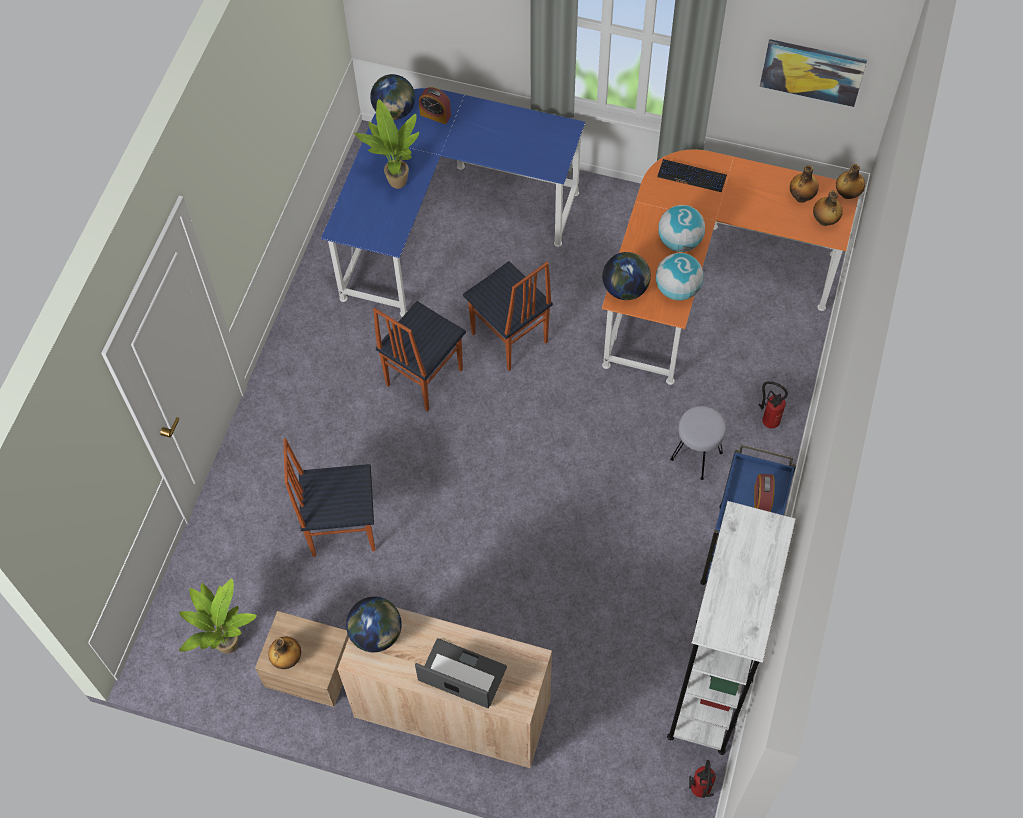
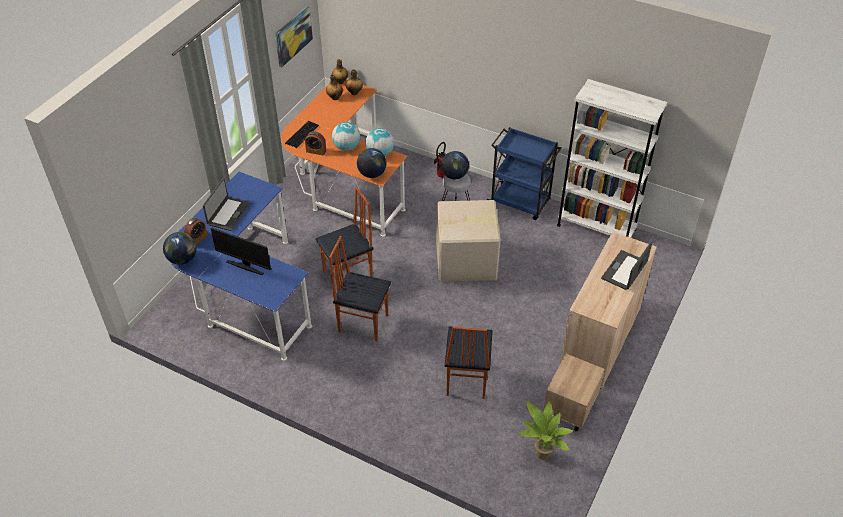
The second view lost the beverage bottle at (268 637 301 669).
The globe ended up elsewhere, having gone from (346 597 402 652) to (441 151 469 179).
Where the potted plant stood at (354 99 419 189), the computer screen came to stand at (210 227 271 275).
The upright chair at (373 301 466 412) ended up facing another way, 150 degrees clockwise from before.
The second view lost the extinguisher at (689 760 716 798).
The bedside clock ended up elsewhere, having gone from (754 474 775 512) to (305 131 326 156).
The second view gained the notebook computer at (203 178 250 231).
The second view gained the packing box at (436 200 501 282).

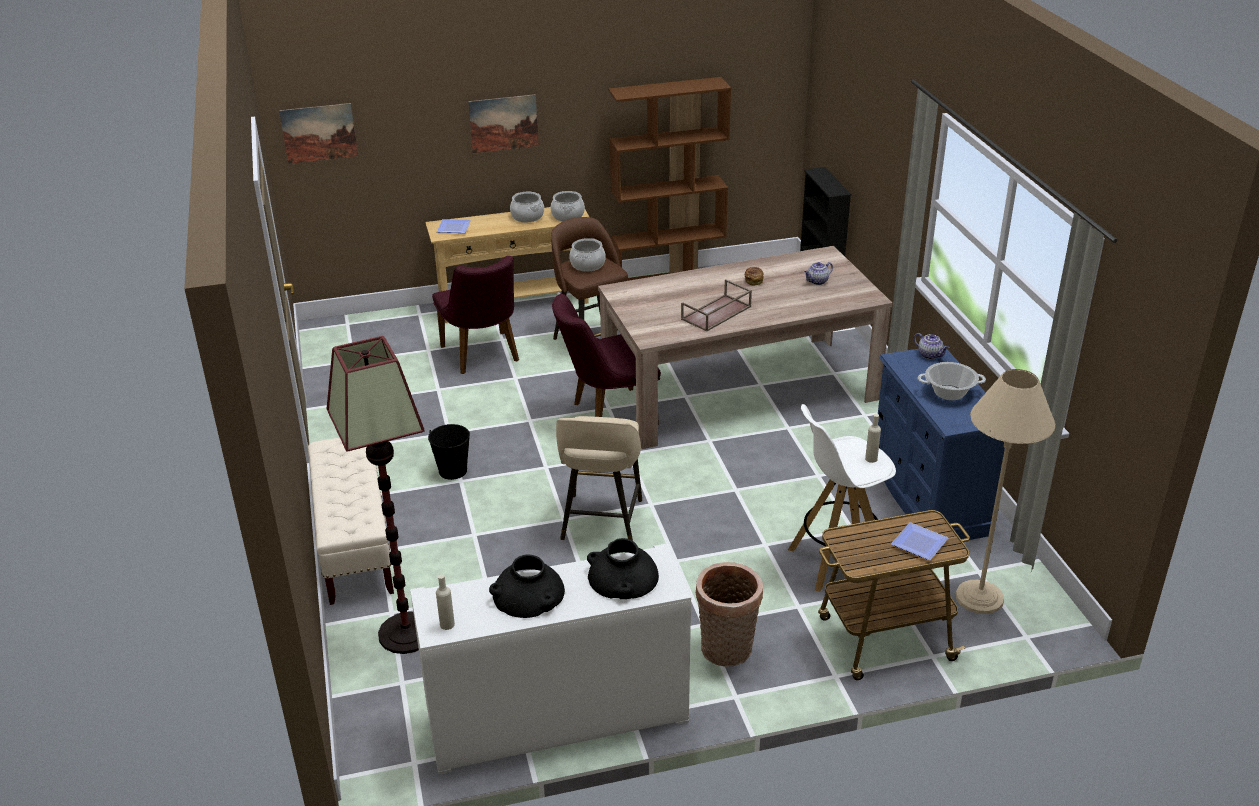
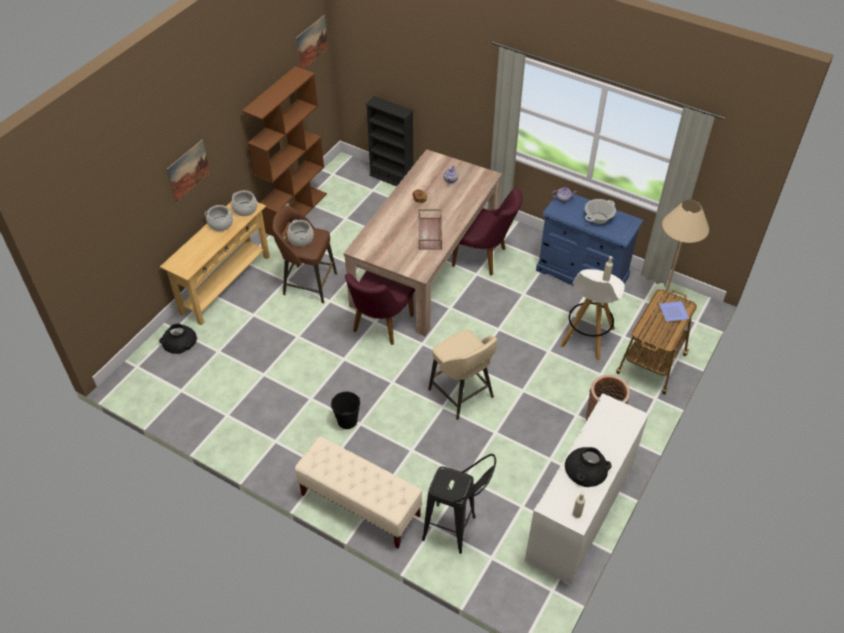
The picture ended up elsewhere, having gone from (279 103 358 164) to (296 15 328 69).
Where the floor lamp stood at (327 336 425 654), the black stool seat came to stand at (422 454 496 554).
The purple-coloured upright chair ended up elsewhere, having gone from (432 256 519 374) to (452 188 523 275).
The second view lost the dinner plate at (437 219 471 233).
The black vase ended up elsewhere, having gone from (587 538 659 599) to (159 323 197 354).

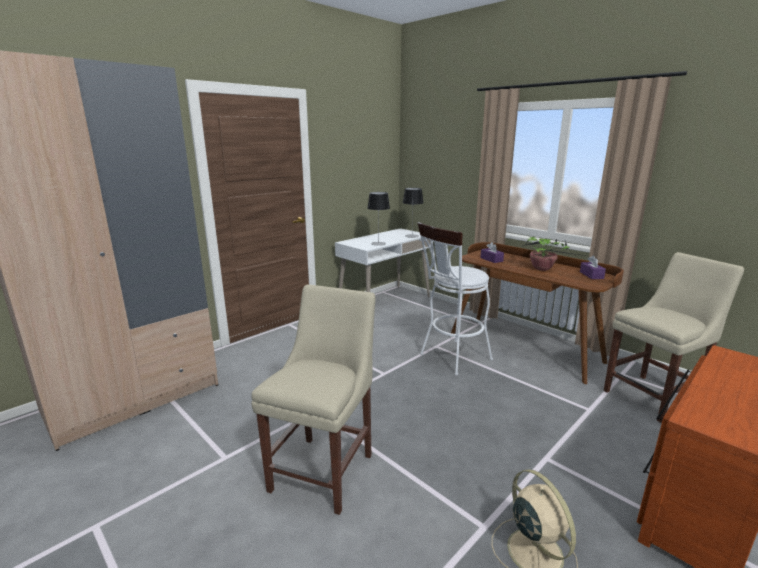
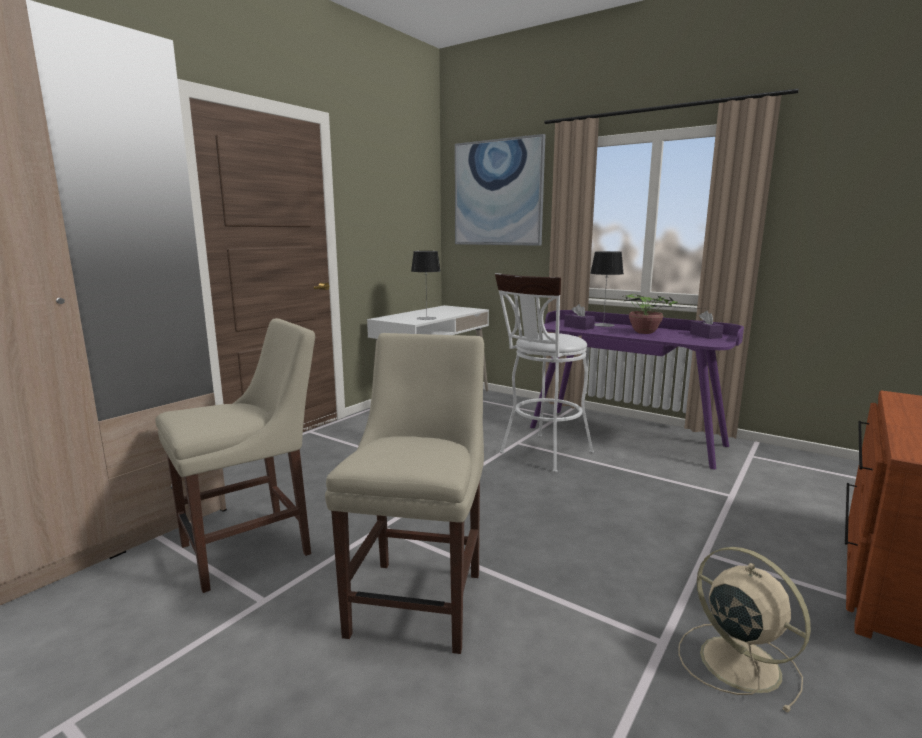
The lamp for a table ended up elsewhere, having gone from (403 188 423 238) to (590 251 623 327).
What was the brown desk table at (451 242 624 384) turned into the purple-coloured desk table at (530 310 744 469).
The sand-coloured upright chair ended up elsewhere, having gone from (604 252 744 423) to (156 318 315 593).
The second view gained the picture at (455 134 545 246).

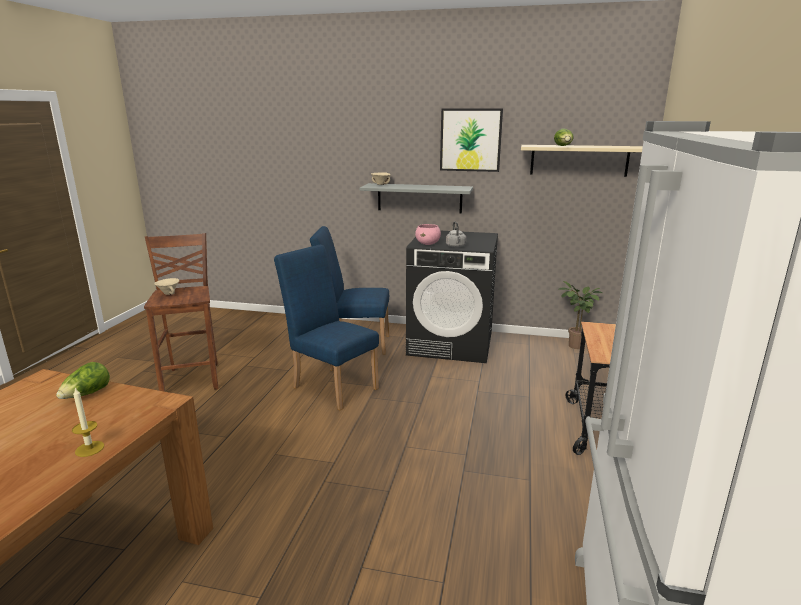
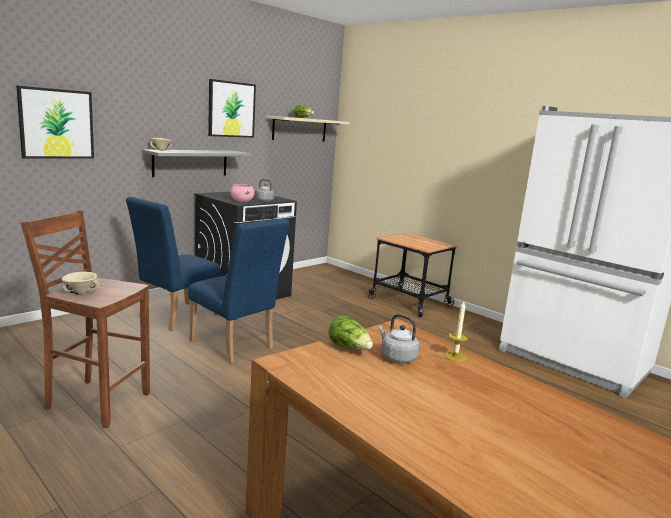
The bluish upright chair at (274 245 379 410) ended up facing another way, 120 degrees counterclockwise from before.
The second view lost the potted plant at (558 281 602 349).
The second view gained the picture at (16 86 94 159).
The second view gained the gray tea kettle at (378 314 419 363).

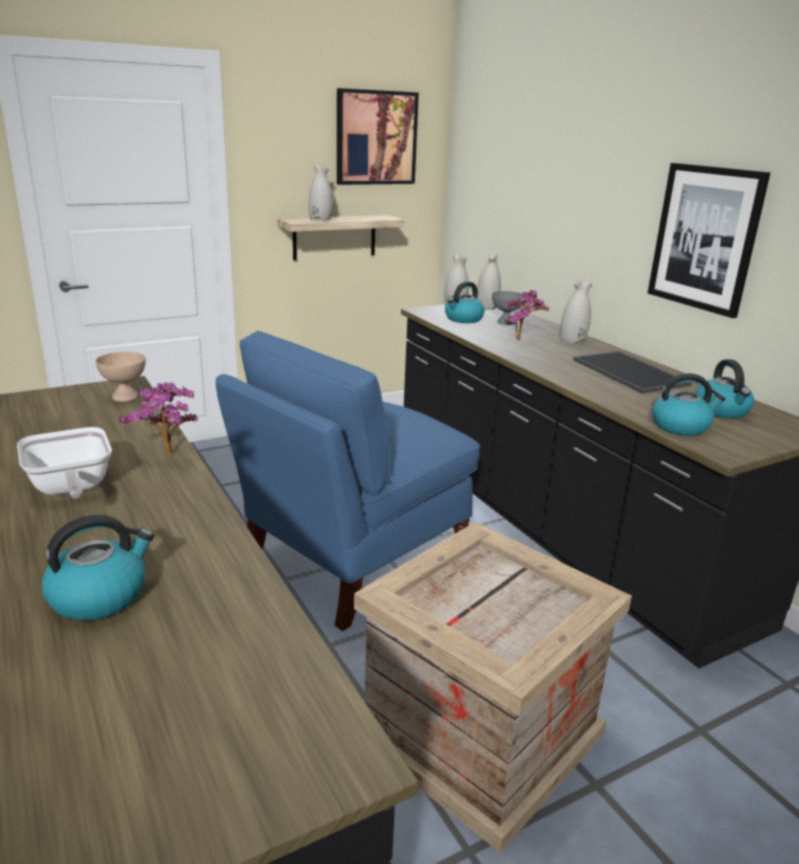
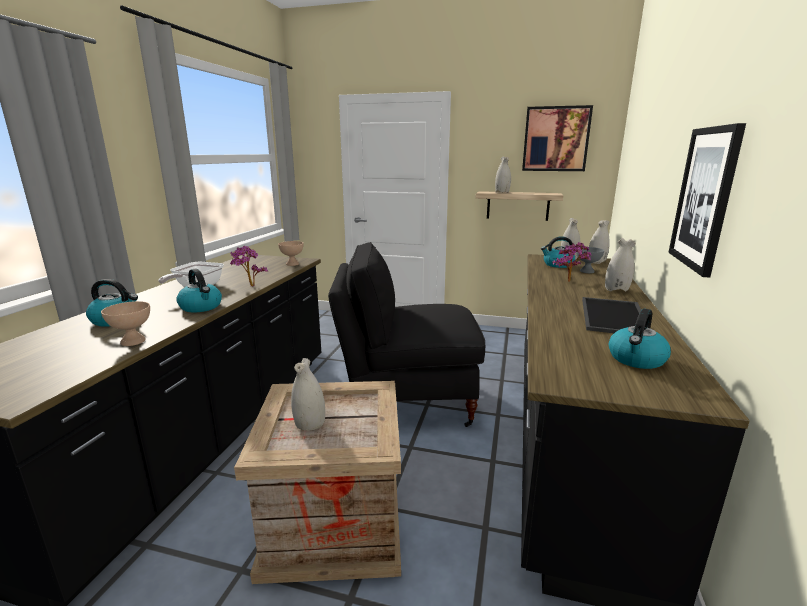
What was the bluish upright chair at (216 331 480 631) turned into the black upright chair at (328 242 485 427).
The tea kettle ended up elsewhere, having gone from (652 373 726 436) to (176 269 222 313).
The second view gained the sand-coloured bowl at (101 301 150 346).
The second view gained the white-coloured vase at (291 358 325 431).

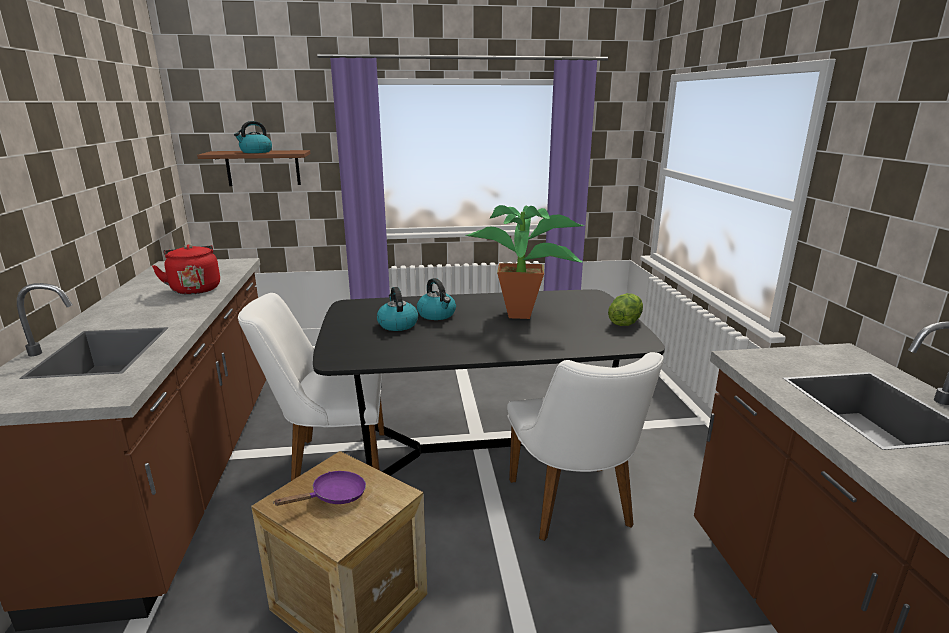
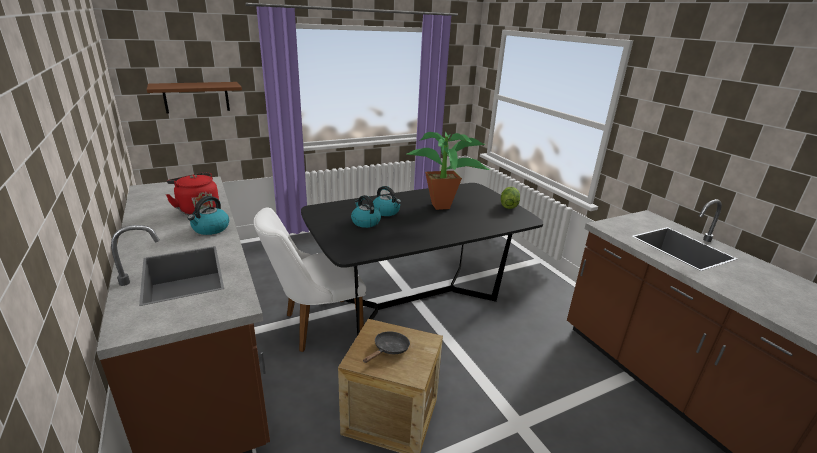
The tea kettle ended up elsewhere, having gone from (234 121 272 153) to (187 196 229 235).
What was the purple-coloured skillet at (274 471 366 506) turned into the black skillet at (363 331 410 363).
The second view lost the white-coloured upright chair at (507 352 664 541).

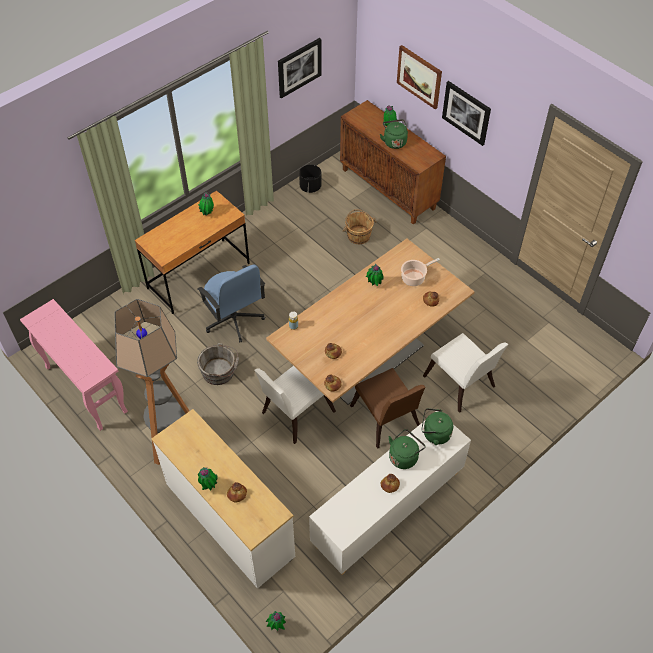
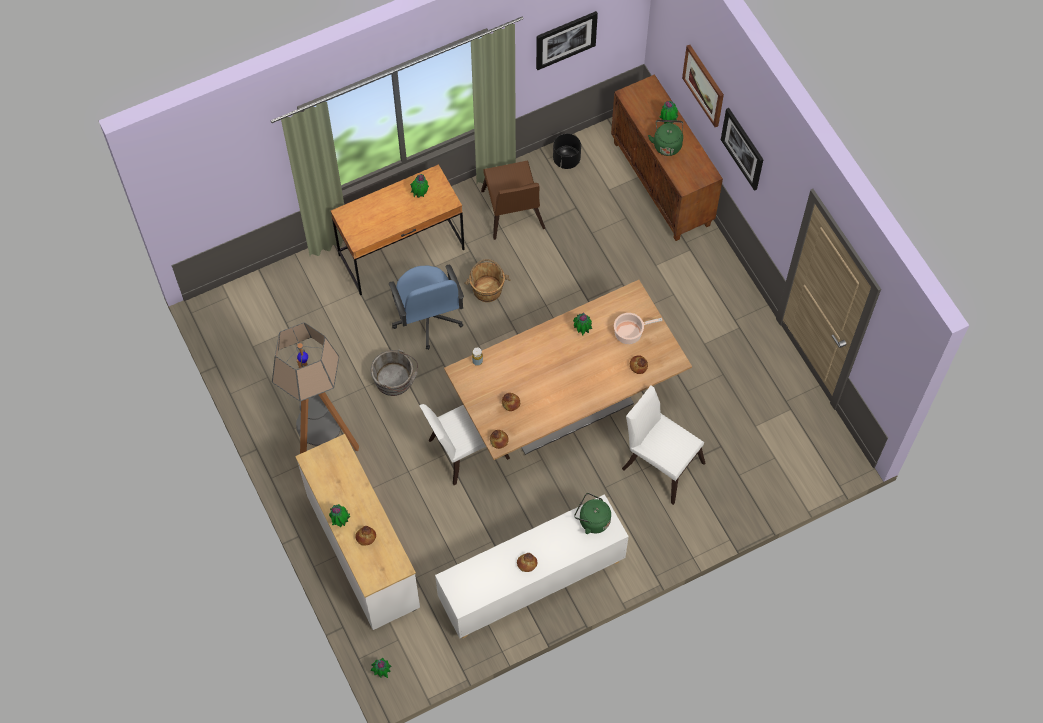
The second view lost the pink-coloured hall table at (20 299 128 431).
The brown bucket ended up elsewhere, having gone from (342 209 377 244) to (464 259 510 302).
The brown upright chair ended up elsewhere, having gone from (350 368 425 449) to (481 161 545 240).
The second view lost the greenish tea kettle at (389 429 426 469).
The white-coloured upright chair at (423 333 508 413) ended up facing another way, 150 degrees clockwise from before.

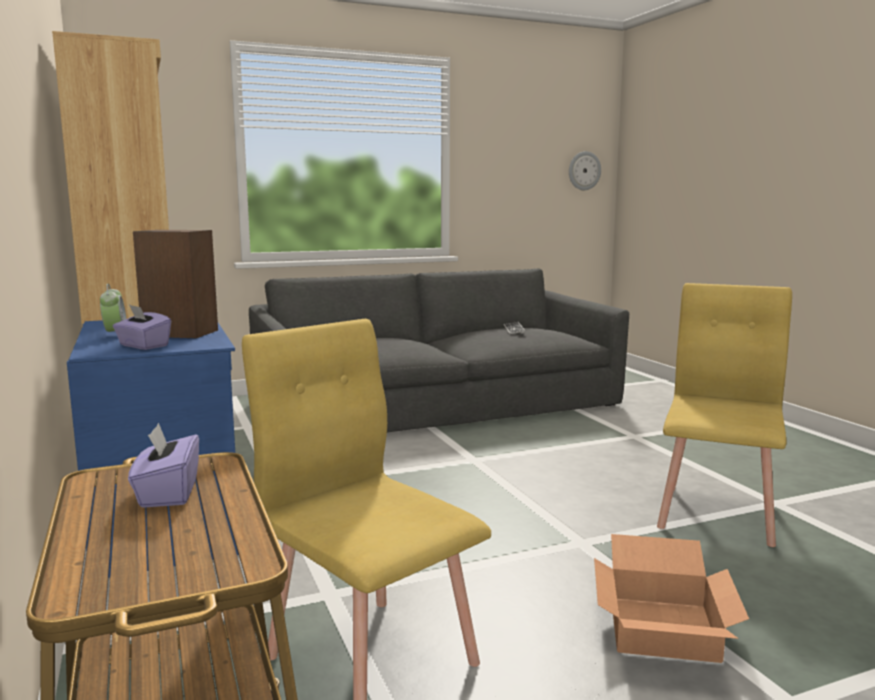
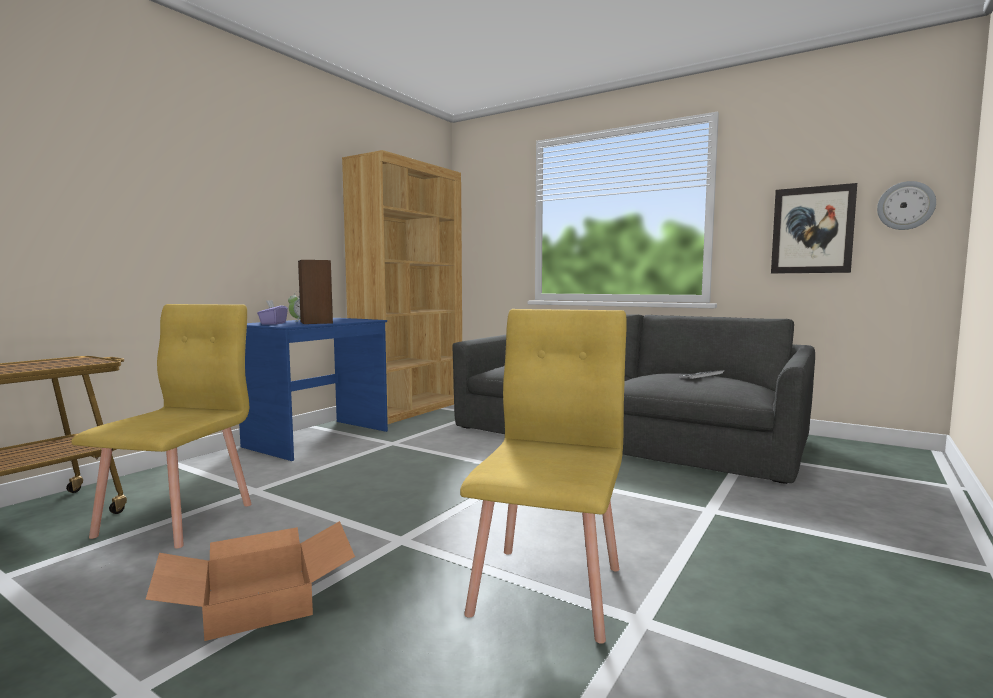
The second view lost the purple-coloured tissue box at (128 423 199 508).
The yellow-coloured upright chair at (657 283 792 547) ended up facing another way, 60 degrees counterclockwise from before.
The second view gained the picture at (771 183 857 274).

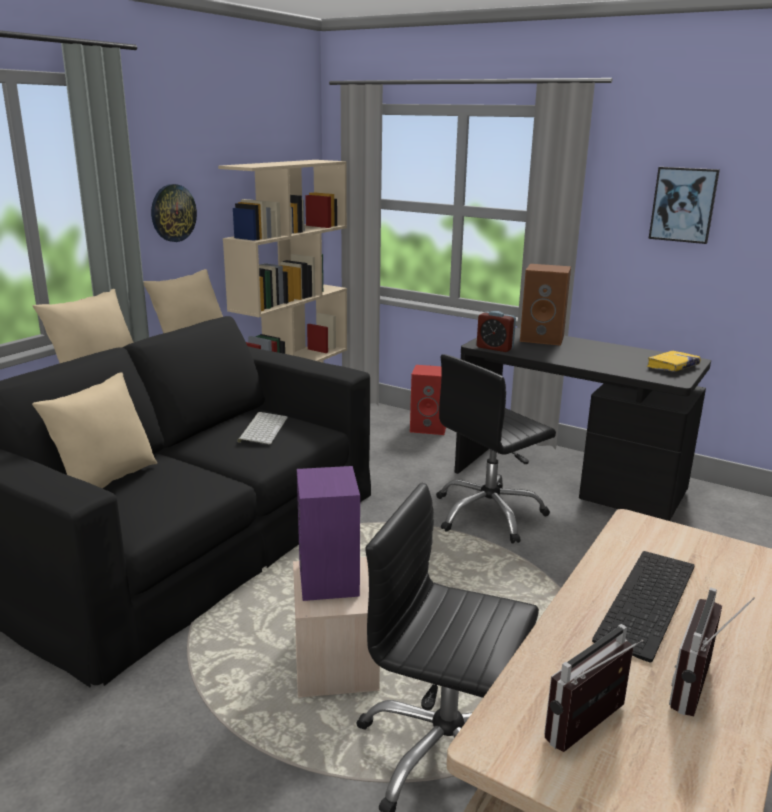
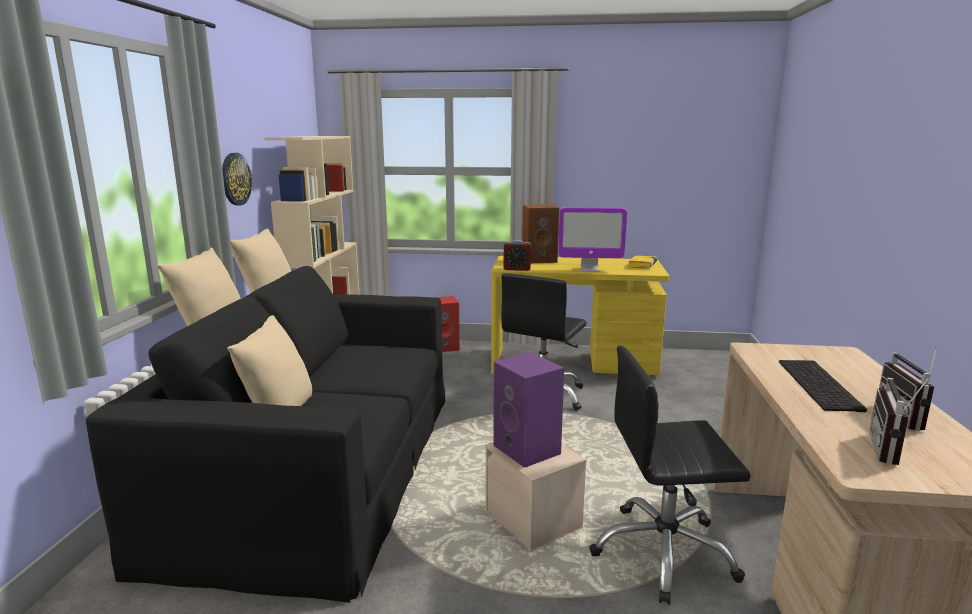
The second view lost the computer keyboard at (237 412 288 444).
What was the black desk table at (455 328 711 521) turned into the yellow-coloured desk table at (491 256 669 376).
The second view lost the picture at (649 167 720 244).
The second view gained the computer screen at (558 207 627 272).

